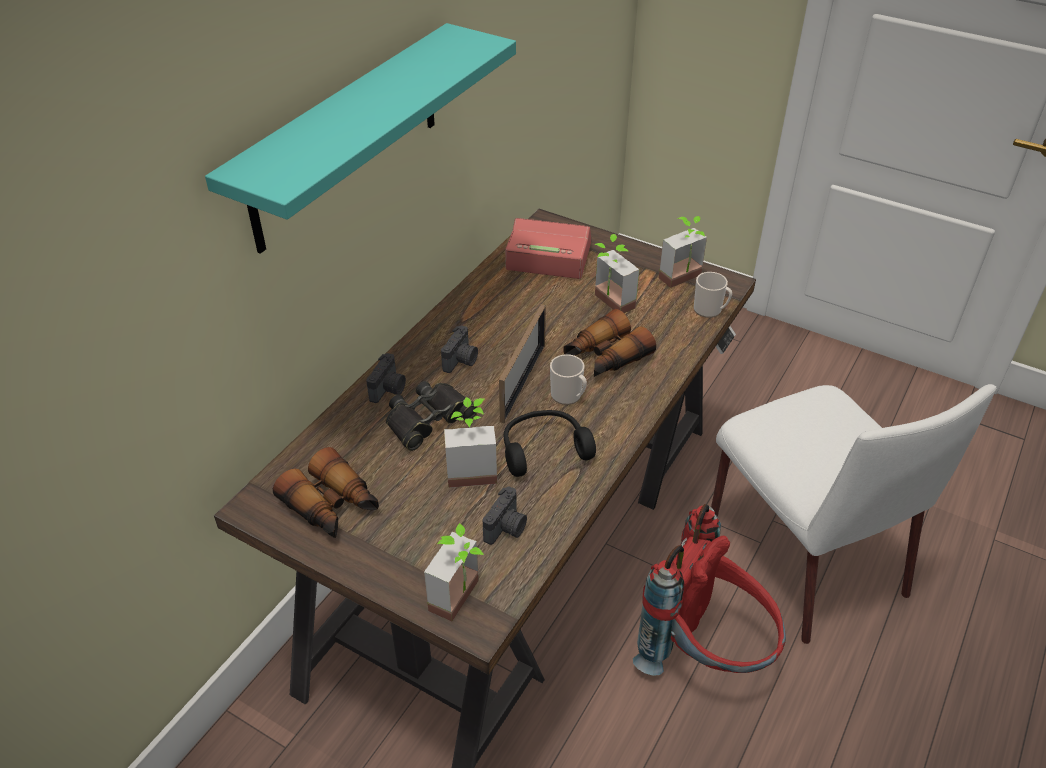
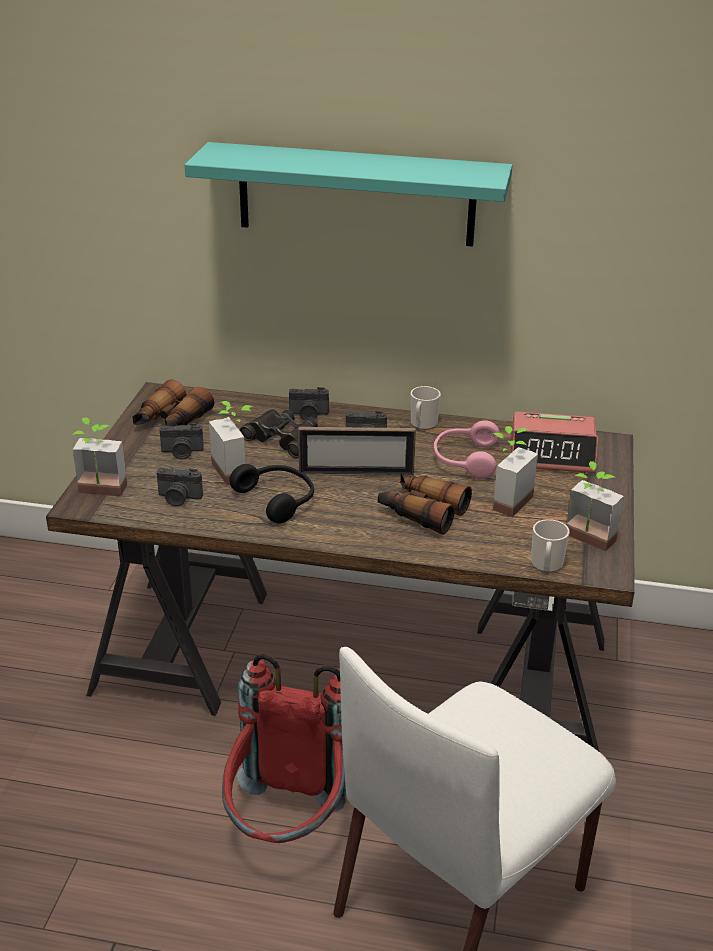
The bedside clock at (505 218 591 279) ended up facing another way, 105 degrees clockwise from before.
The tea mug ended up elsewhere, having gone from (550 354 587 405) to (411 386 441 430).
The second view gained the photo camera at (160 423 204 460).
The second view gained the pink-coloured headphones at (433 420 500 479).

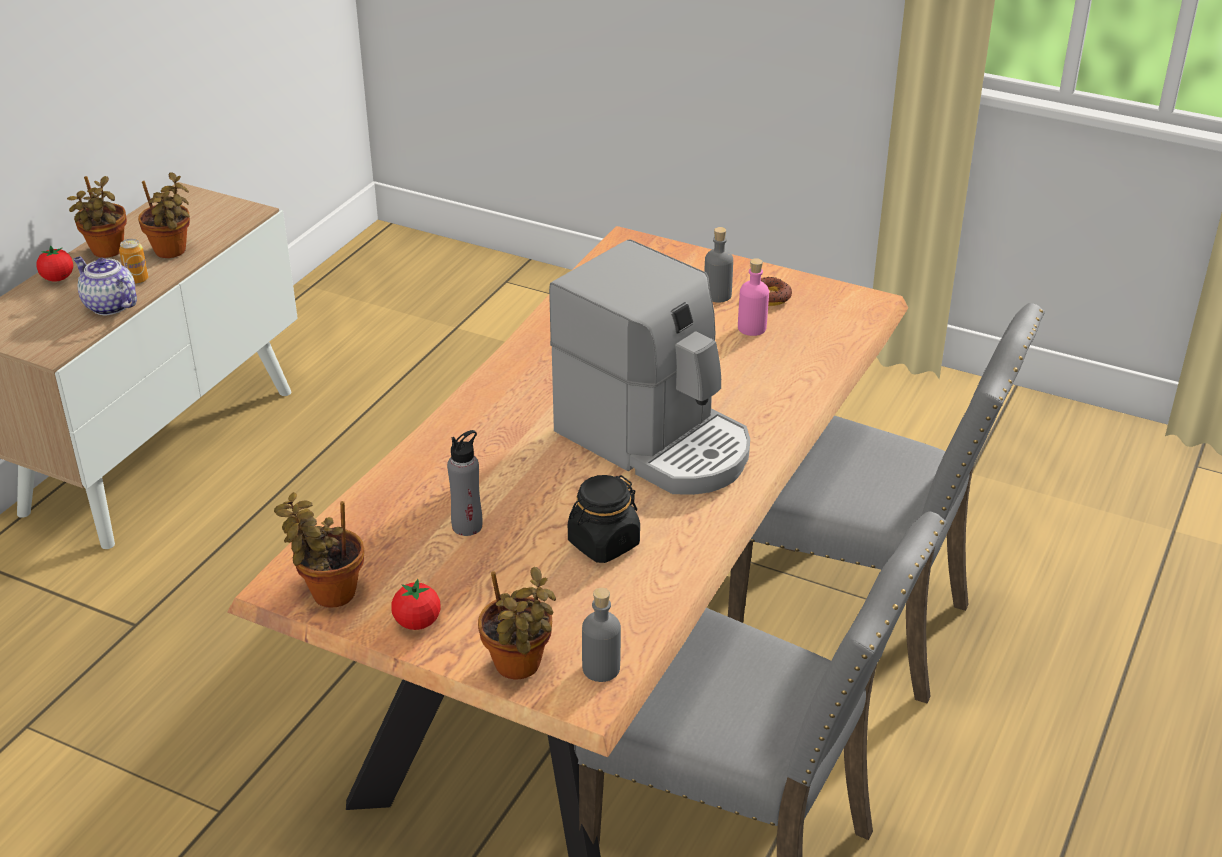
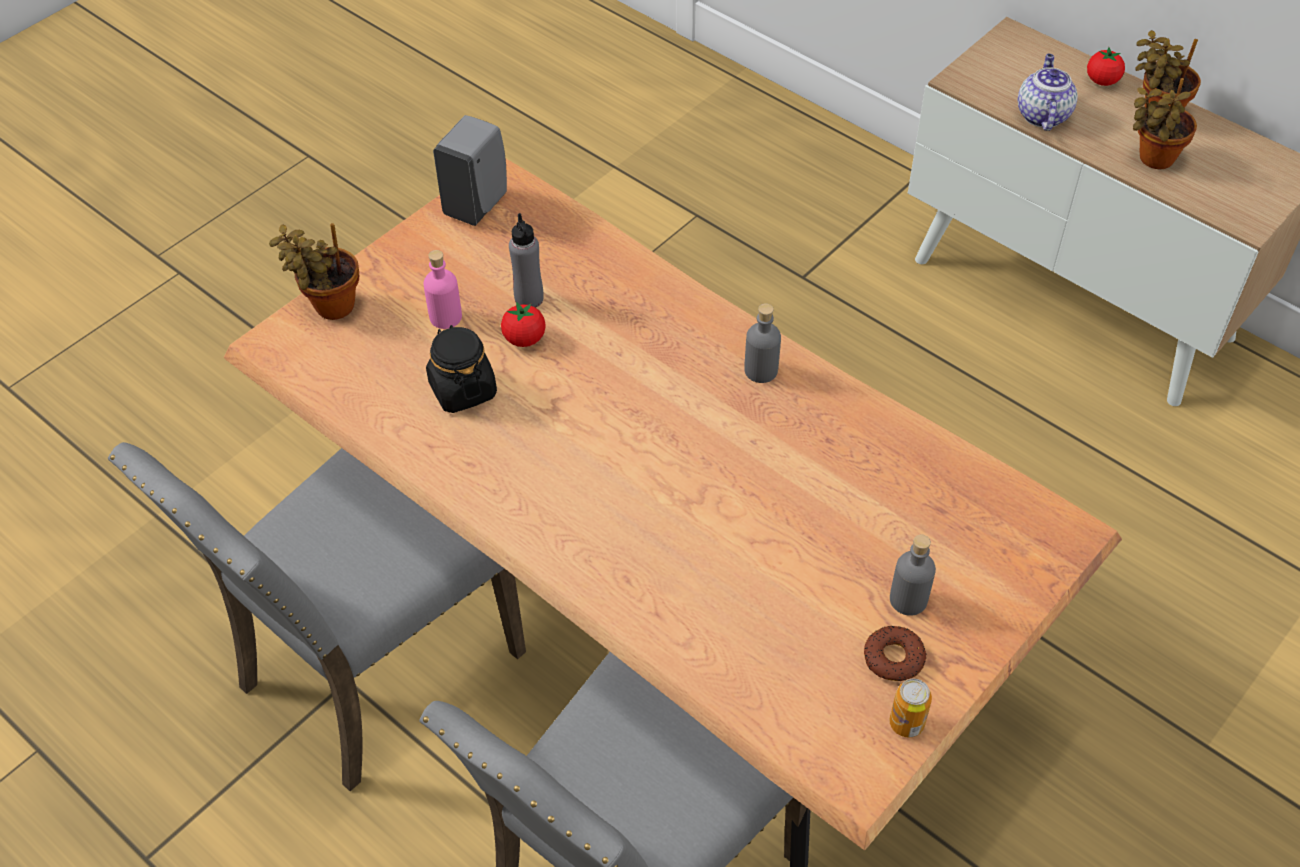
The tea pot at (74 257 137 315) ended up facing another way, 45 degrees counterclockwise from before.
The metal can ended up elsewhere, having gone from (119 239 148 284) to (889 679 932 738).
Where the potted plant stood at (274 492 364 608), the gray liquid soap bottle came to stand at (433 115 507 226).
The fresh tomato ended up elsewhere, having gone from (391 579 441 630) to (501 302 546 347).
The second view lost the coffee machine at (549 240 750 495).
The gray beverage bottle ended up elsewhere, having gone from (582 588 621 682) to (744 303 781 383).
The pink-coloured beverage bottle ended up elsewhere, having gone from (738 258 769 336) to (424 250 462 329).

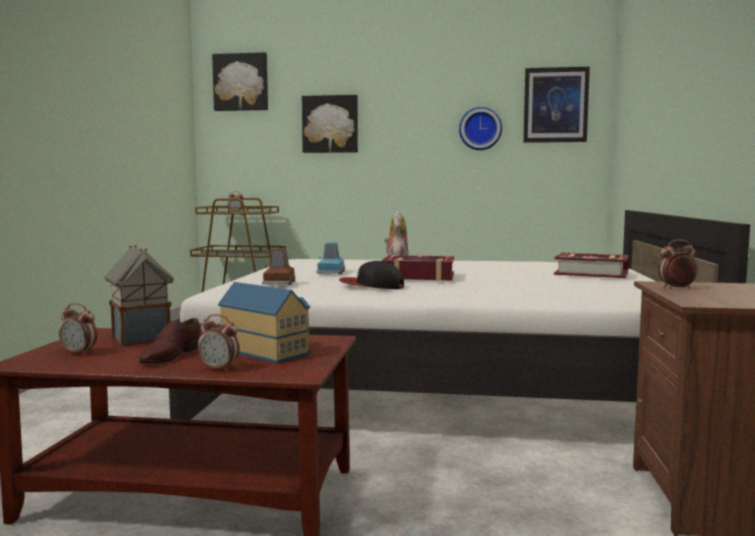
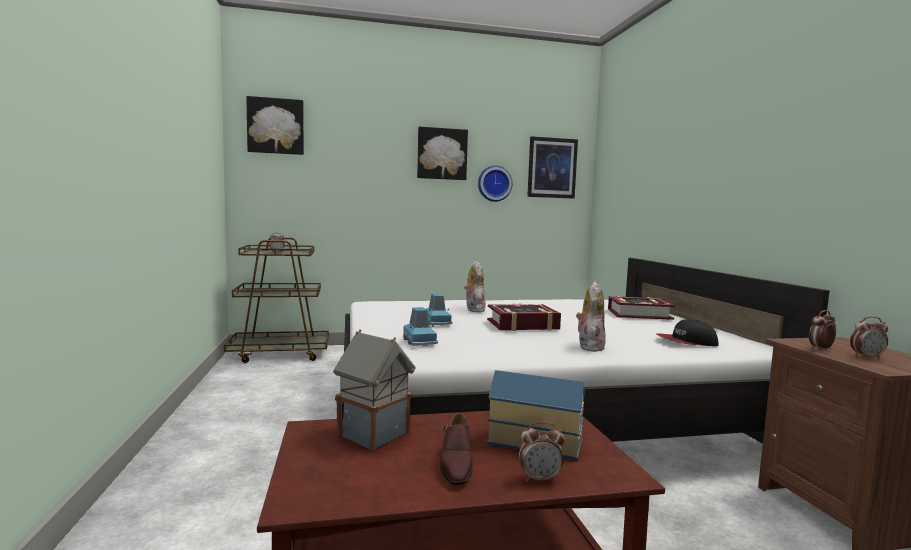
The bedside clock ended up elsewhere, having gone from (59 303 98 355) to (850 316 888 359).
What was the brown model car at (262 249 295 286) turned into the bluish model car at (403 307 438 346).
The picture ended up elsewhere, having gone from (302 95 358 153) to (417 127 468 180).
The cap ended up elsewhere, having gone from (339 261 404 289) to (656 319 719 346).
The second view gained the plush toy at (576 282 606 352).

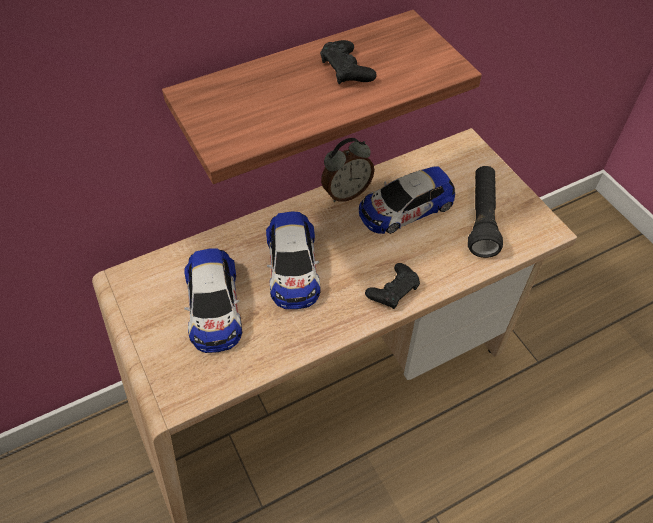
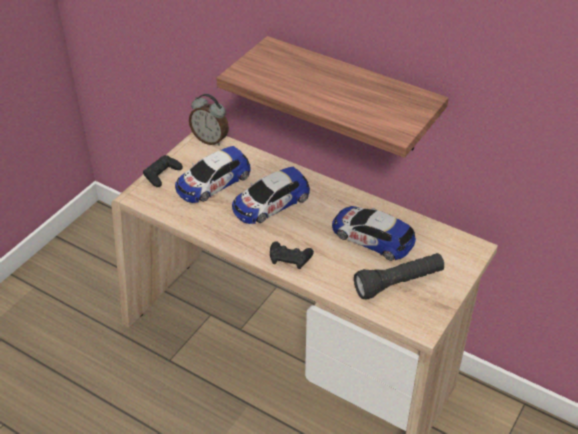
The black game controller ended up elsewhere, having gone from (320 40 377 84) to (143 155 183 187).
The bedside clock ended up elsewhere, having gone from (321 138 374 202) to (189 94 229 146).

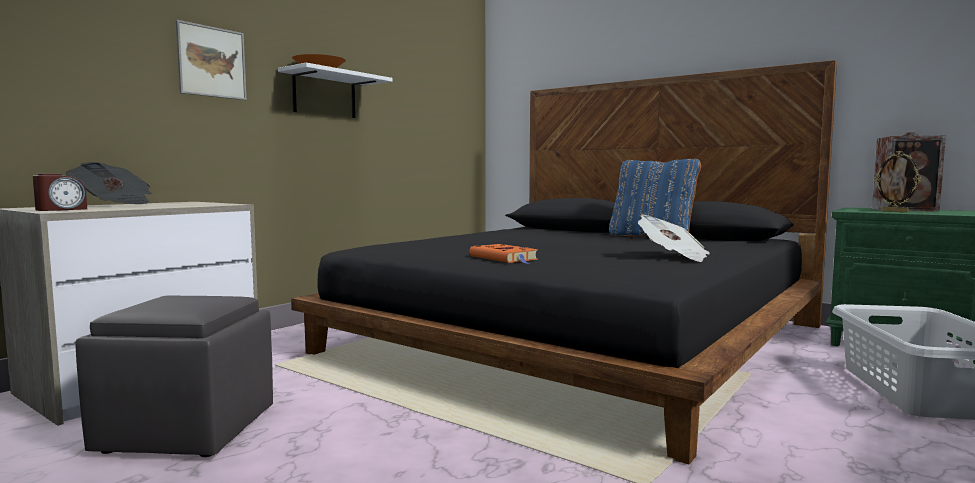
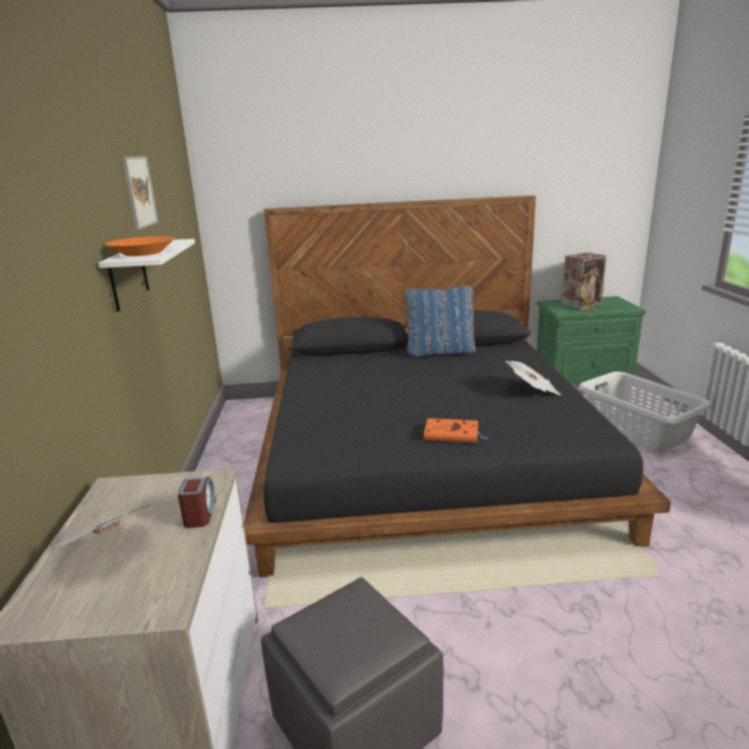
The bedside clock ended up elsewhere, having gone from (33 174 87 211) to (177 477 216 528).
The picture ended up elsewhere, having gone from (176 20 247 100) to (122 156 159 230).

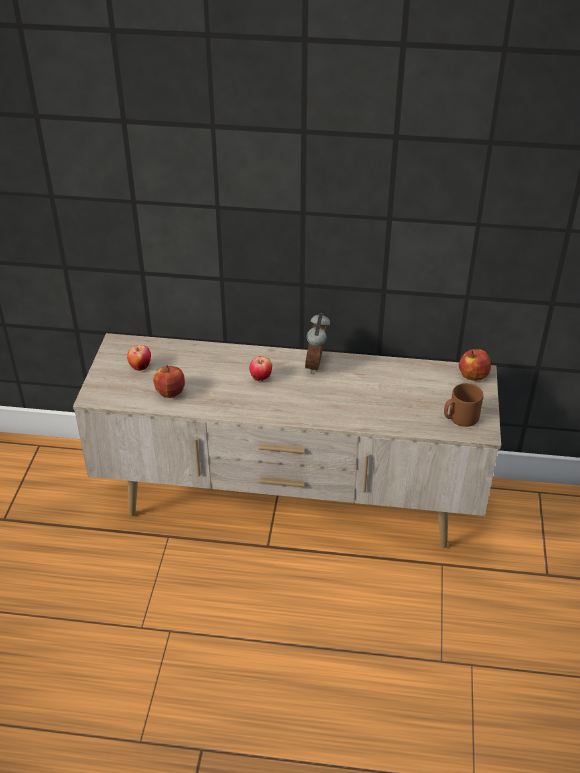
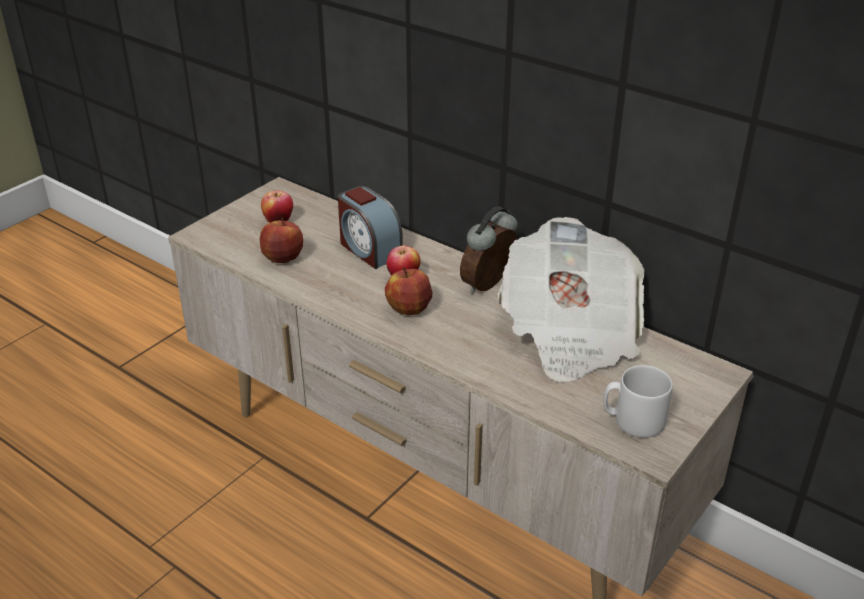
What was the brown tea mug at (444 383 483 427) turned into the gray tea mug at (604 365 673 438).
The whole apple ended up elsewhere, having gone from (459 349 492 381) to (385 267 432 316).
The second view gained the bedside clock at (338 186 403 269).
The second view gained the daily paper at (498 217 644 383).

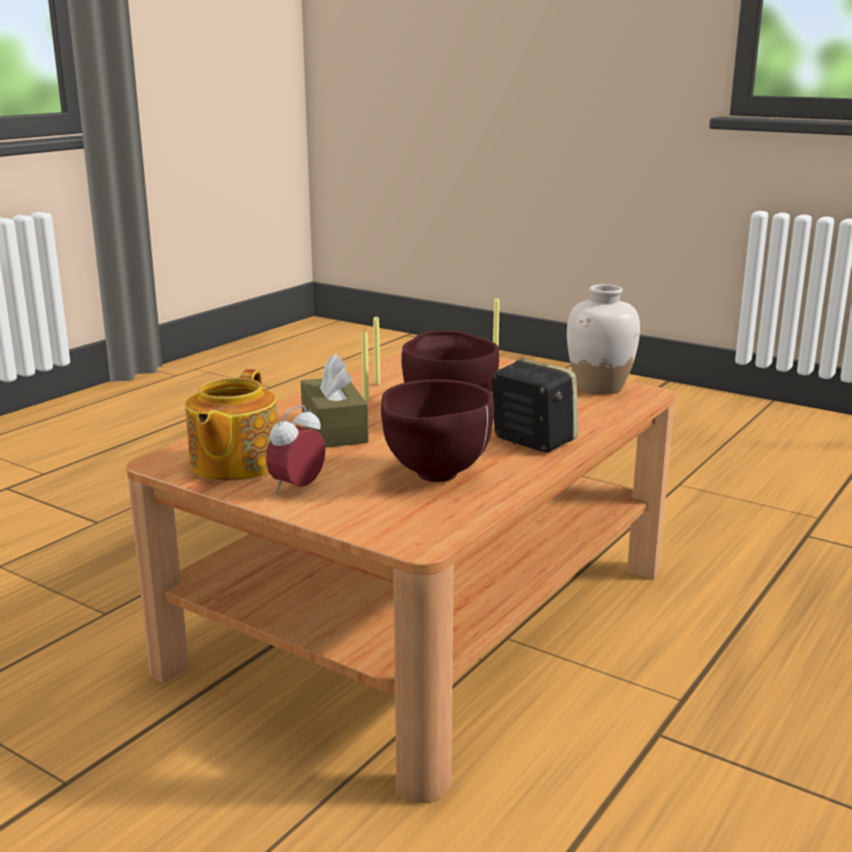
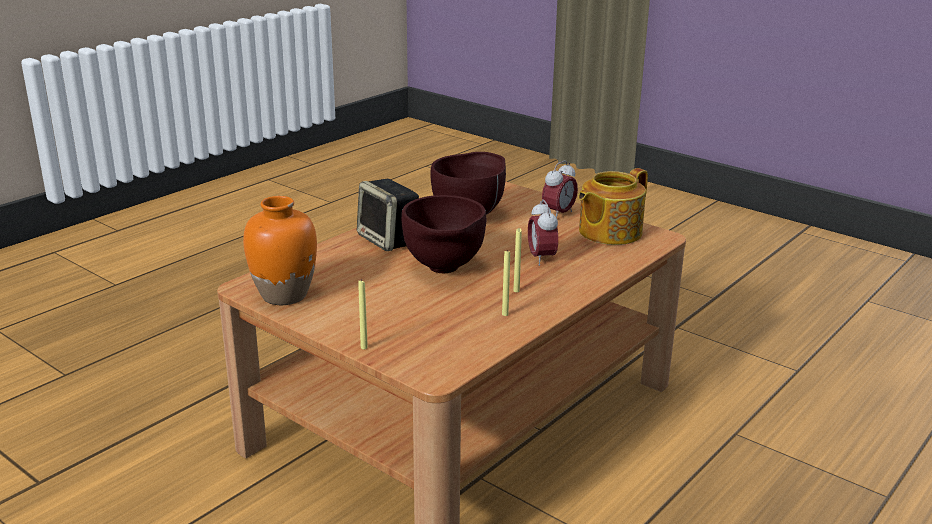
The tea pot at (185 369 278 481) ended up facing another way, 150 degrees counterclockwise from before.
Where the brown tissue box stood at (301 354 369 447), the bedside clock came to stand at (528 199 558 266).
What was the white-coloured vase at (567 284 640 395) turned into the orangey vase at (243 196 317 305).

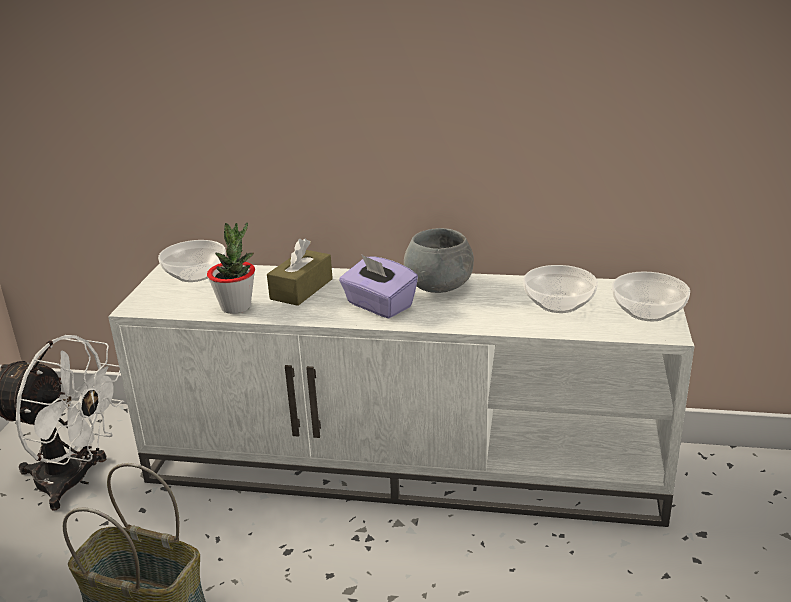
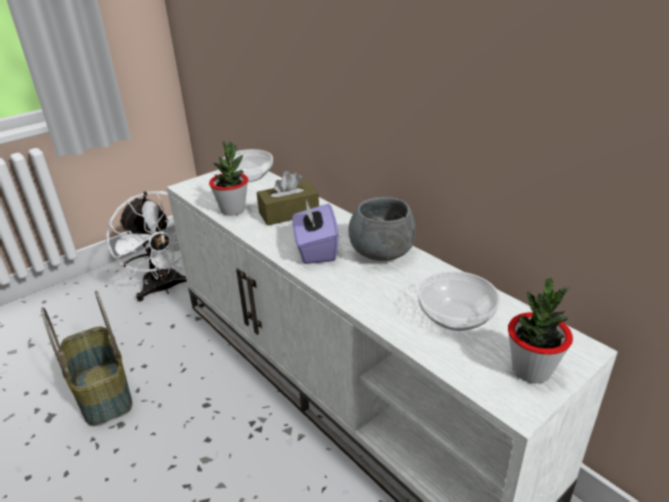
Where the bowl stood at (612 272 690 321), the potted plant came to stand at (508 279 573 384).

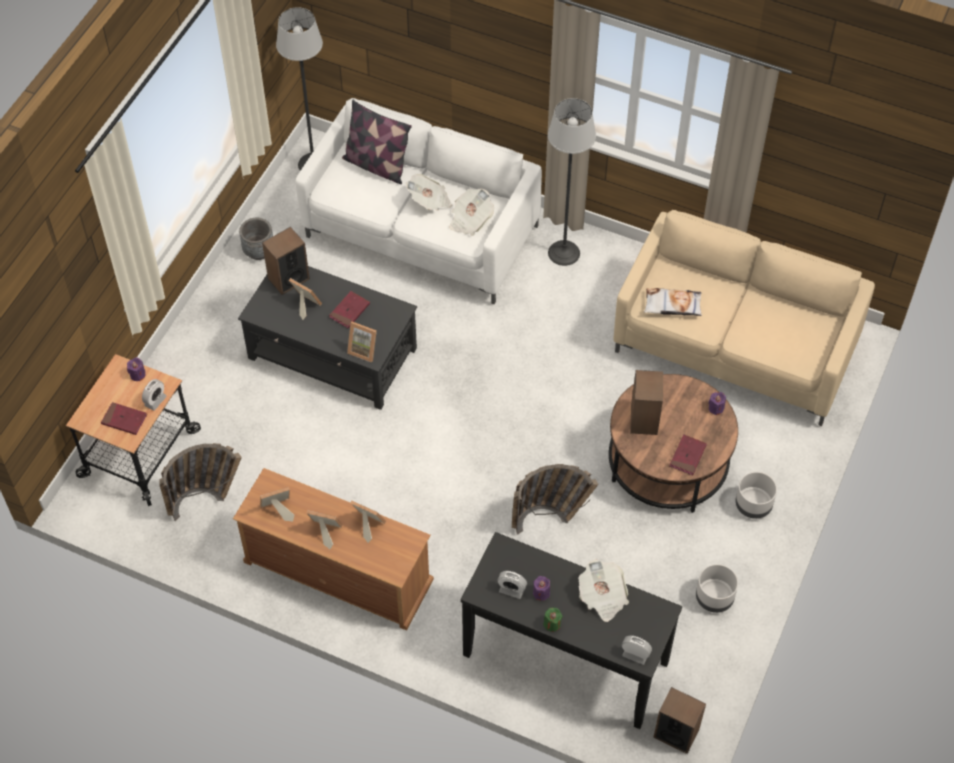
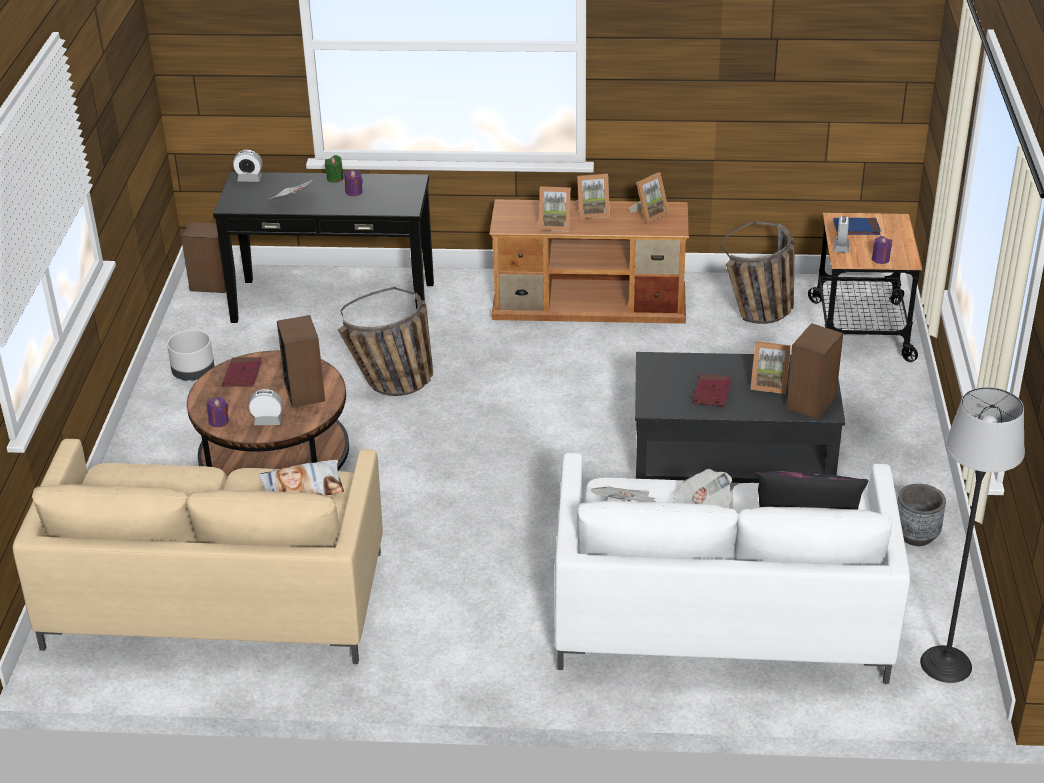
What was the red bound book at (101 402 147 435) turned into the bluish bound book at (833 218 881 235).
The second view lost the picture frame at (347 322 377 363).
The bedside clock ended up elsewhere, having gone from (497 571 527 599) to (249 389 283 425).
The second view lost the floor lamp at (548 98 596 266).
The second view lost the gray plant pot at (735 472 777 519).

